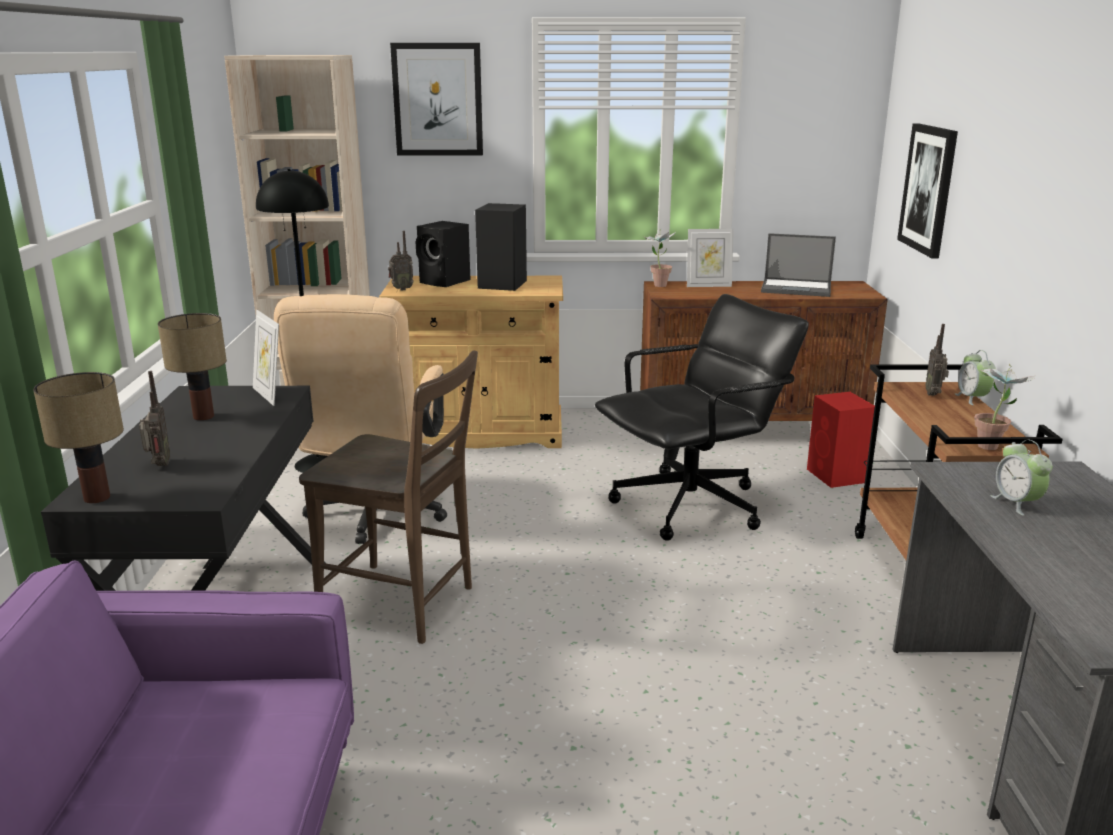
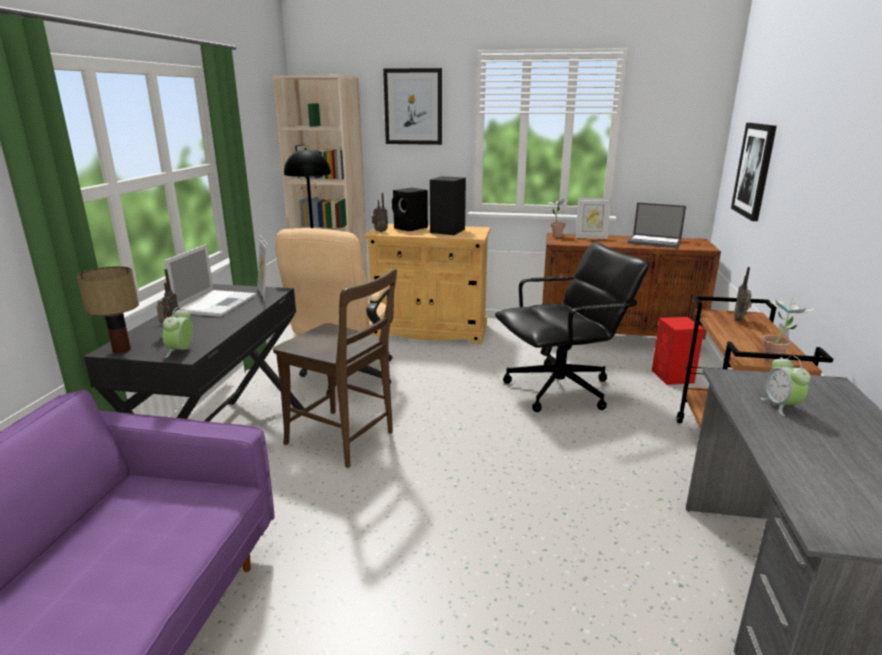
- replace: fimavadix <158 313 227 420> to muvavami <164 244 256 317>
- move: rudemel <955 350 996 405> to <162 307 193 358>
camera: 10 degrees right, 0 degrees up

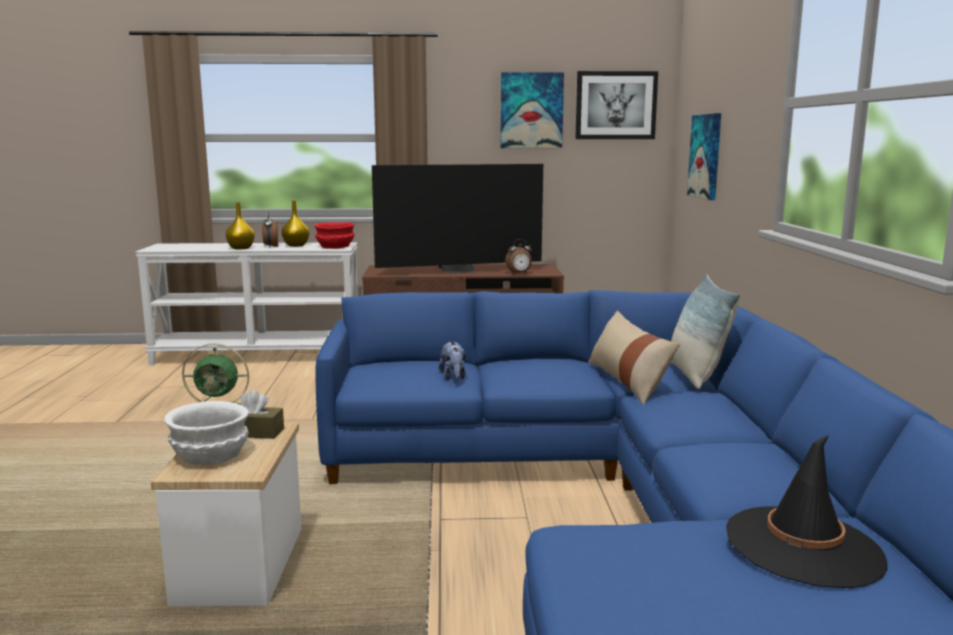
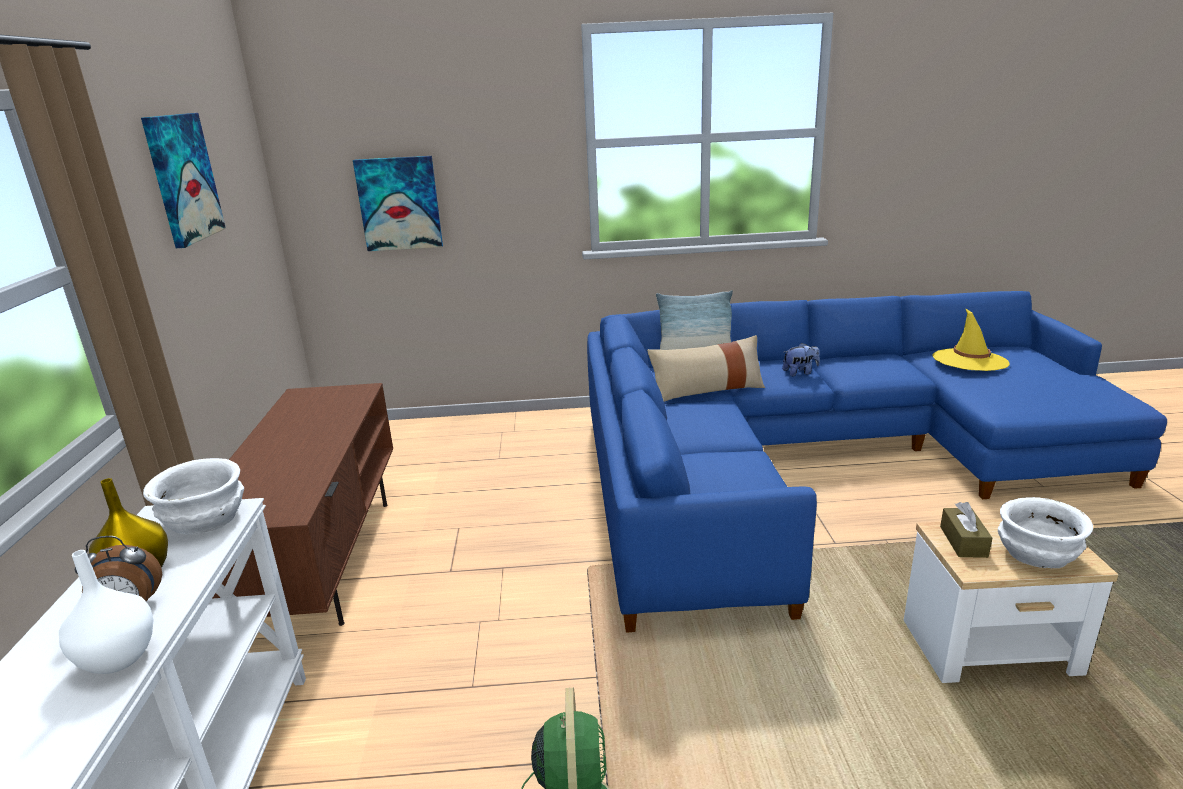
- delete: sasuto <575 71 658 139>
- delete: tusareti <372 164 543 273>
- recolor: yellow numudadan <225 202 255 249> to white numudadan <59 550 154 674>
- recolor: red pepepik <314 222 355 249> to white pepepik <143 458 244 535>
- delete: rudemel <505 239 532 274>
- move: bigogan <439 341 466 380> to <782 343 820 376>
- recolor: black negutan <726 435 887 588> to yellow negutan <932 308 1010 371>
camera: 90 degrees left, 10 degrees up

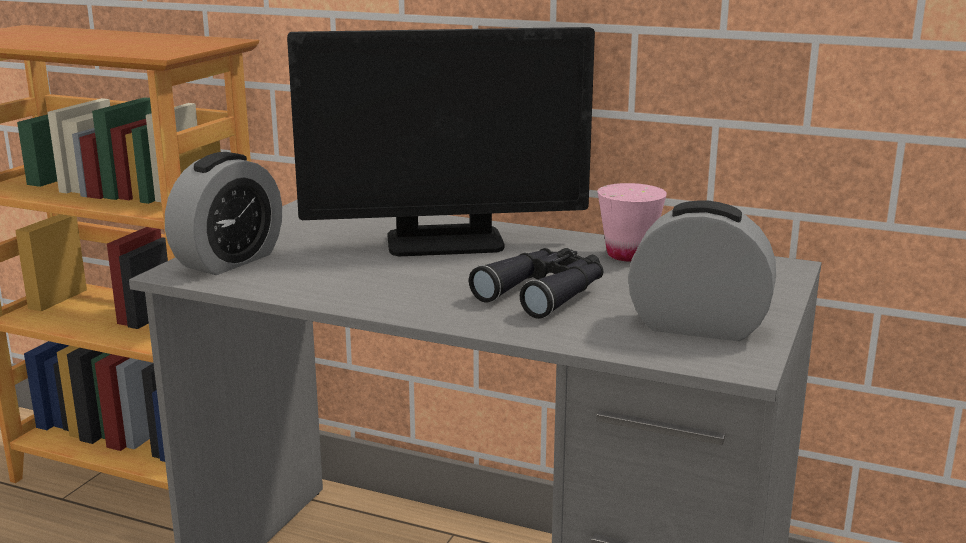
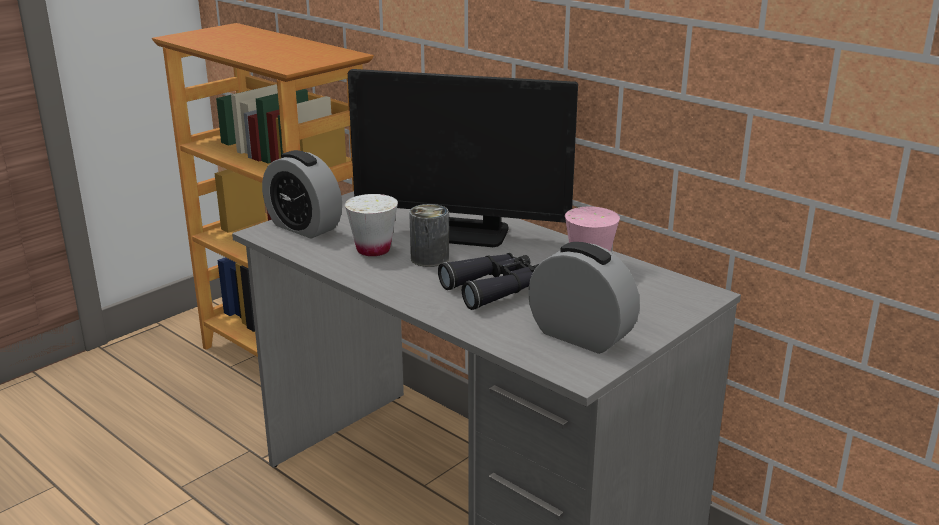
- rotate: rudemel <165 152 282 275> = <262 150 342 239> 75 degrees clockwise
- insert: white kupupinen <345 194 398 256>
- insert: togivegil <409 204 449 267>
camera: 20 degrees right, 5 degrees up

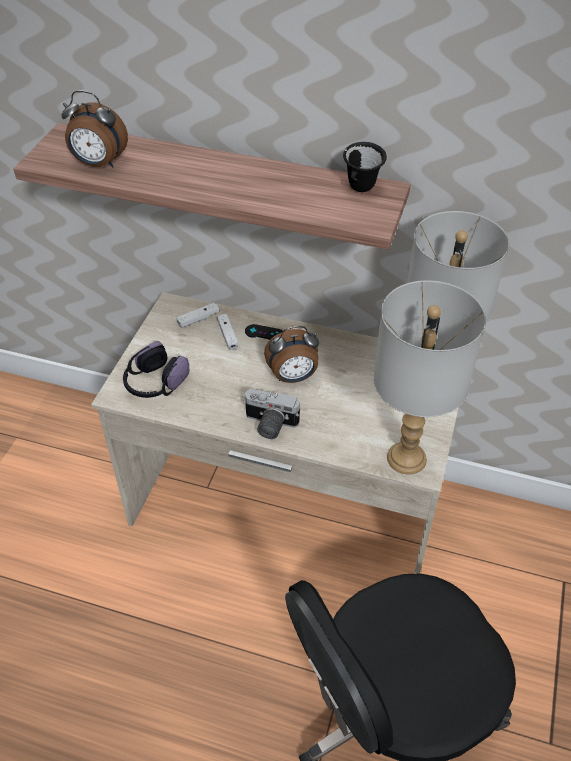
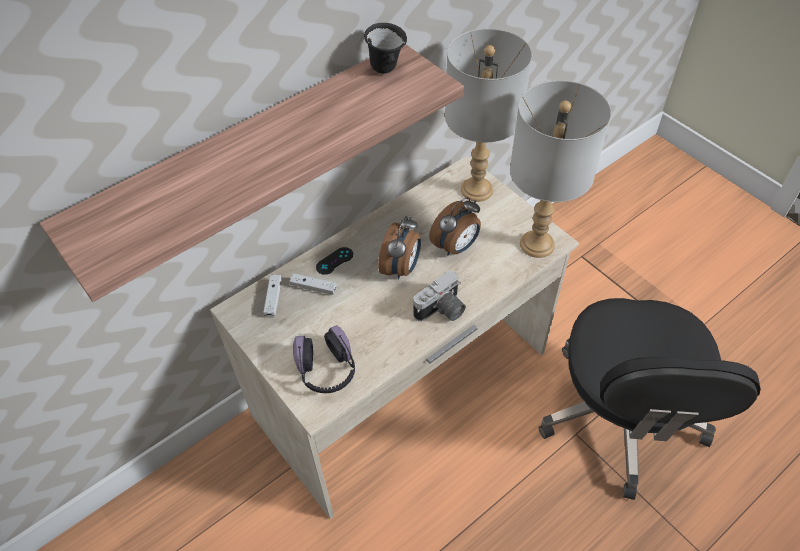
- move: rudemel <61 90 128 168> to <429 197 481 255>
camera: 55 degrees left, 5 degrees up

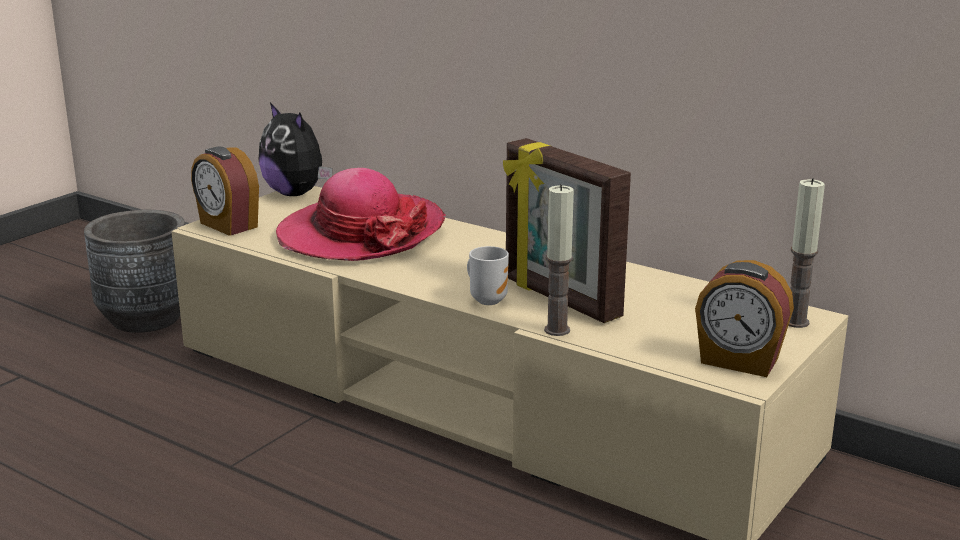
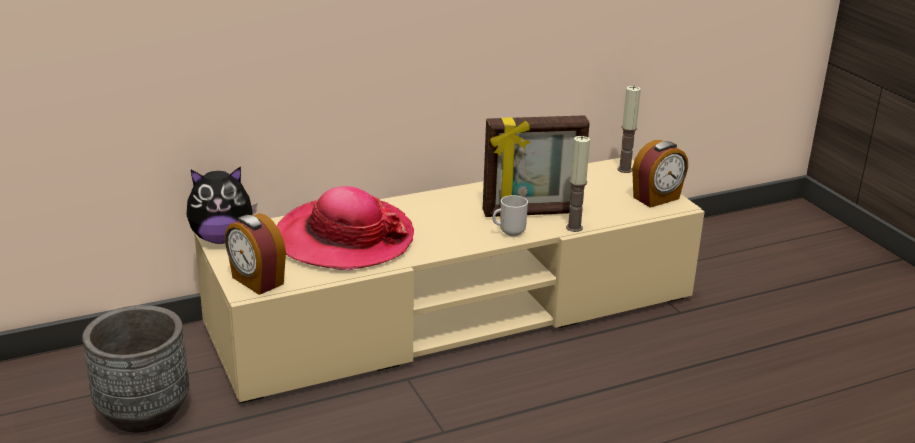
- rotate: rudemel <191 147 259 236> = <225 213 286 295> 60 degrees clockwise
camera: 60 degrees left, 5 degrees up

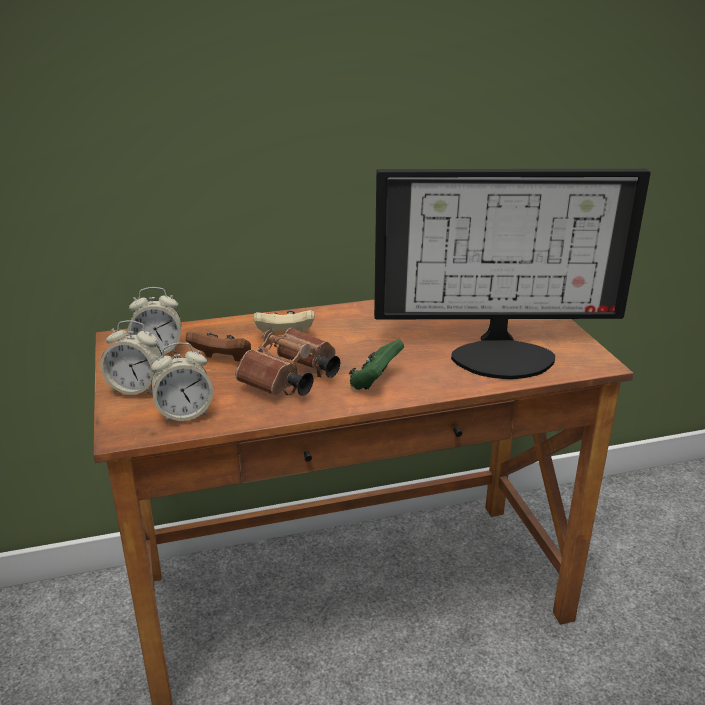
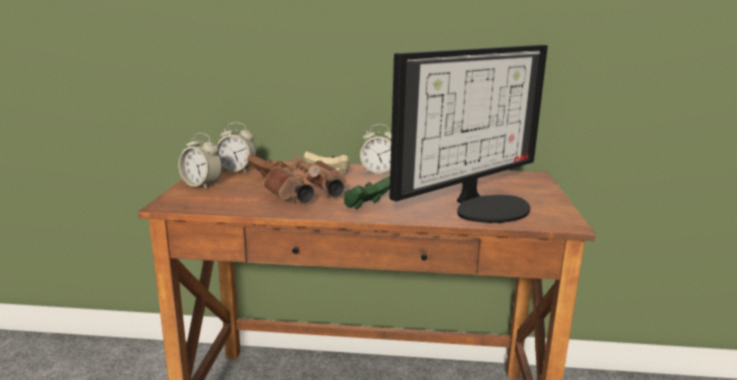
- rotate: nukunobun <374 169 651 379> = <389 45 548 223> 60 degrees counterclockwise
- move: rudemel <151 343 213 423> to <360 124 391 174>
camera: 20 degrees right, 10 degrees down

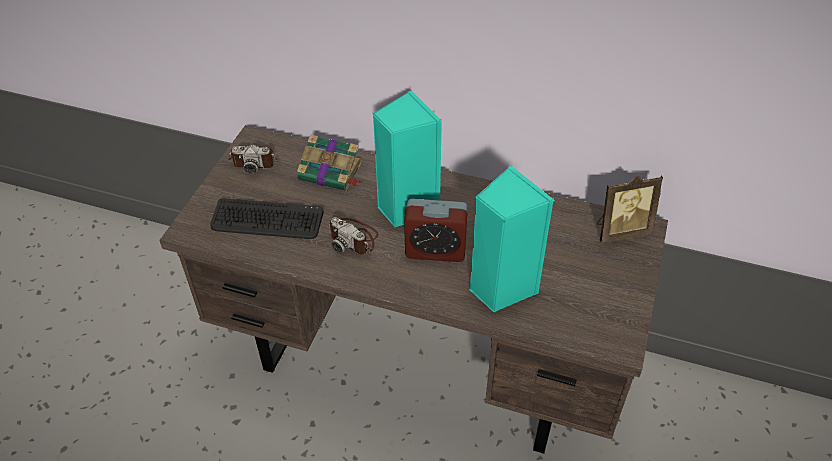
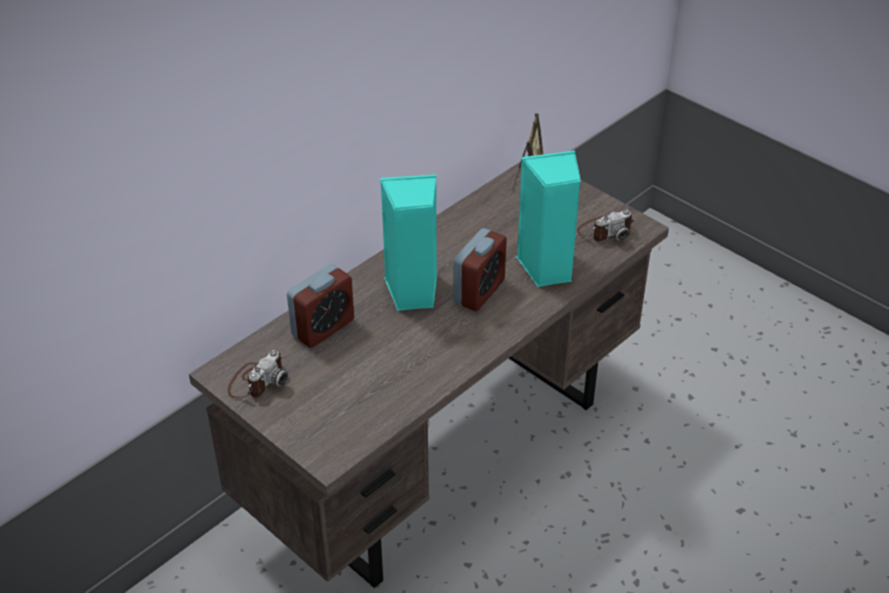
- replace: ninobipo <297 134 362 191> to rudemel <287 264 354 348>
- delete: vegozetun <211 198 324 239>
- move: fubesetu <328 217 379 254> to <577 210 634 241>
camera: 65 degrees left, 5 degrees down

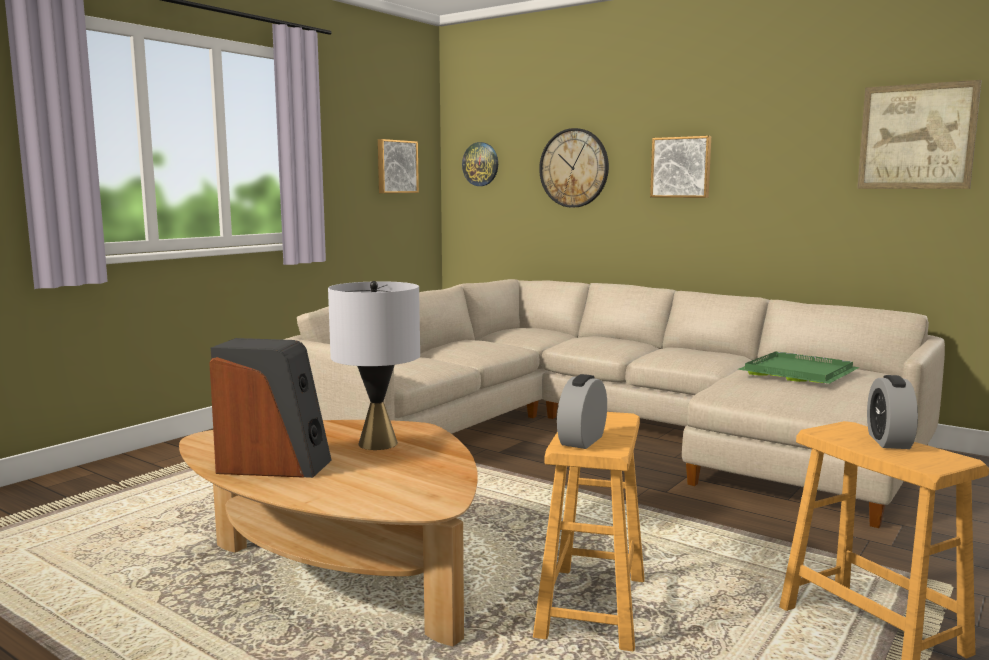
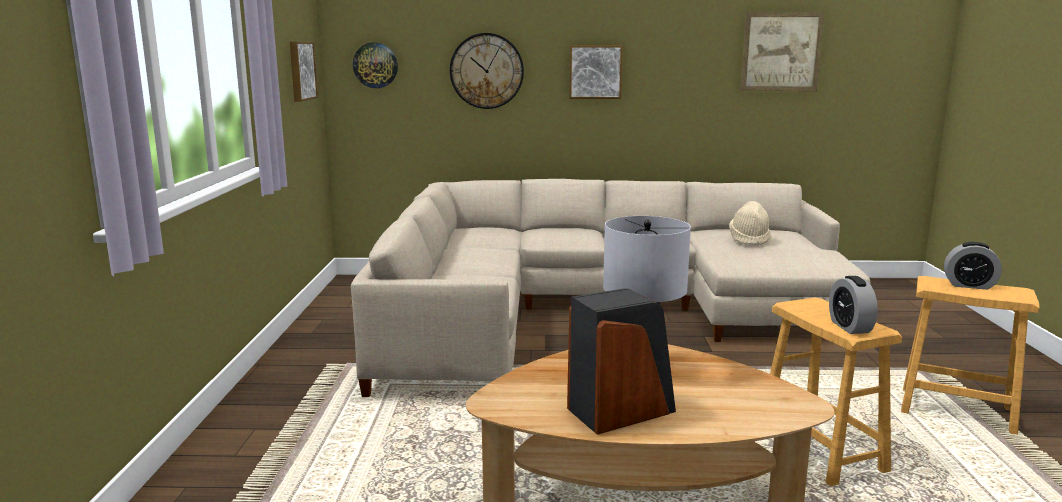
- replace: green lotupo <738 351 860 384> to beige negutan <729 201 771 246>
- rotate: rudemel <867 375 918 449> = <944 242 1002 290> 45 degrees counterclockwise
camera: 35 degrees left, 5 degrees up

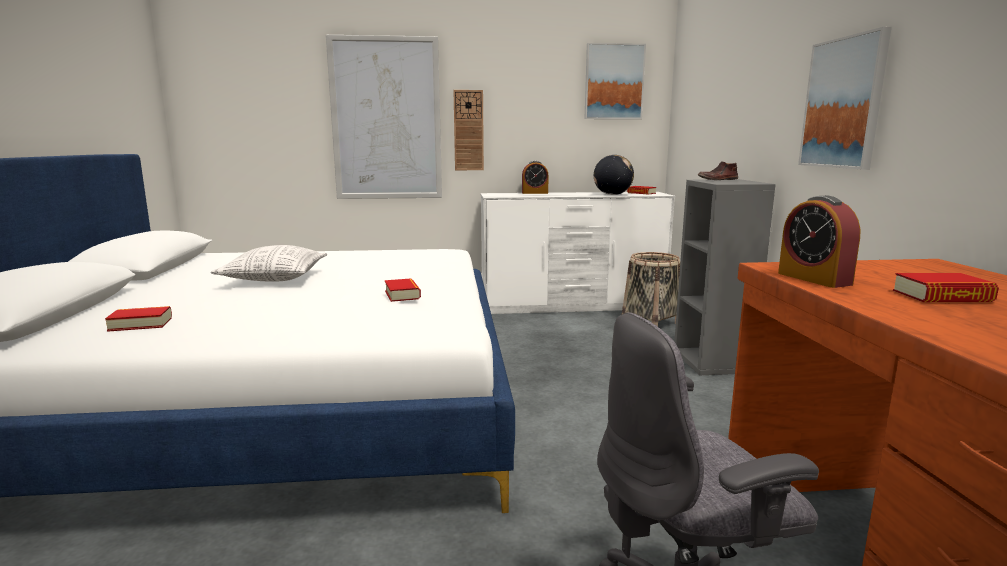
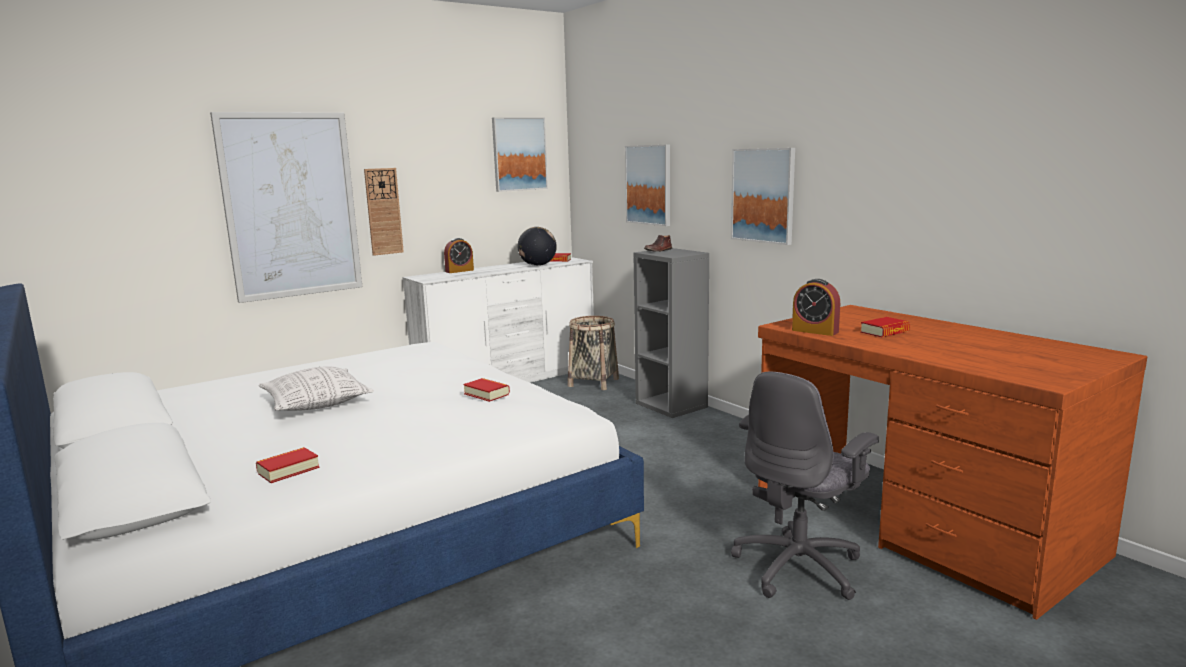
- insert: sasuto <625 145 670 226>
camera: 30 degrees left, 0 degrees up

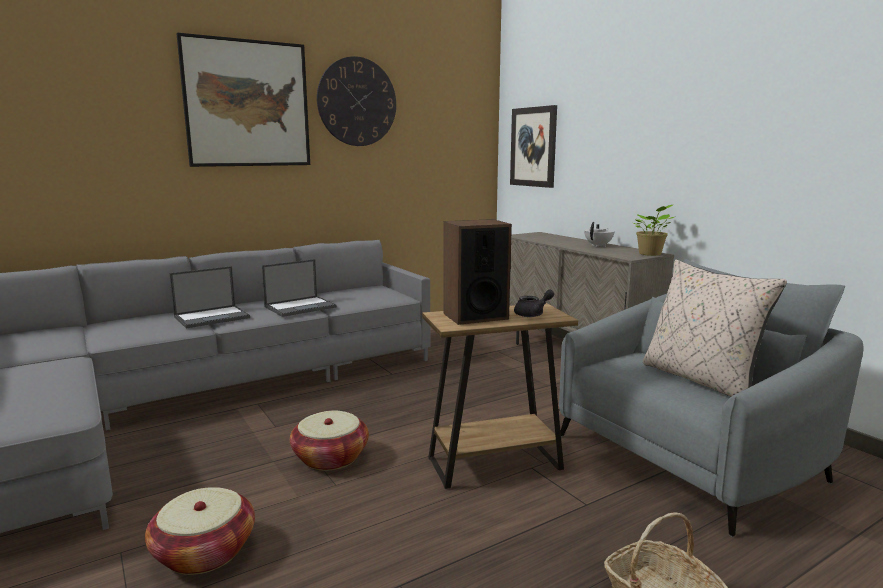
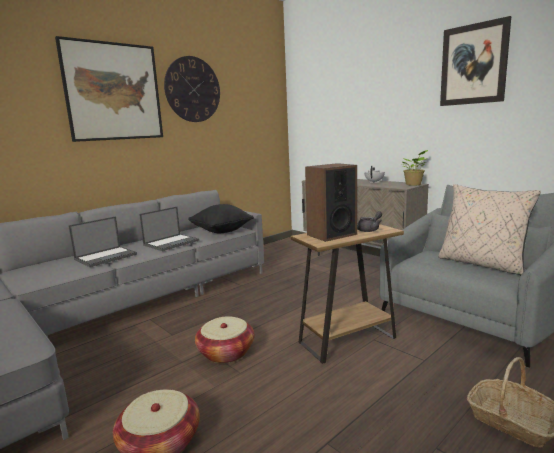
- move: sasuto <510 105 557 188> to <440 16 511 106>
- insert: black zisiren <188 204 254 233>
camera: 10 degrees left, 0 degrees up

